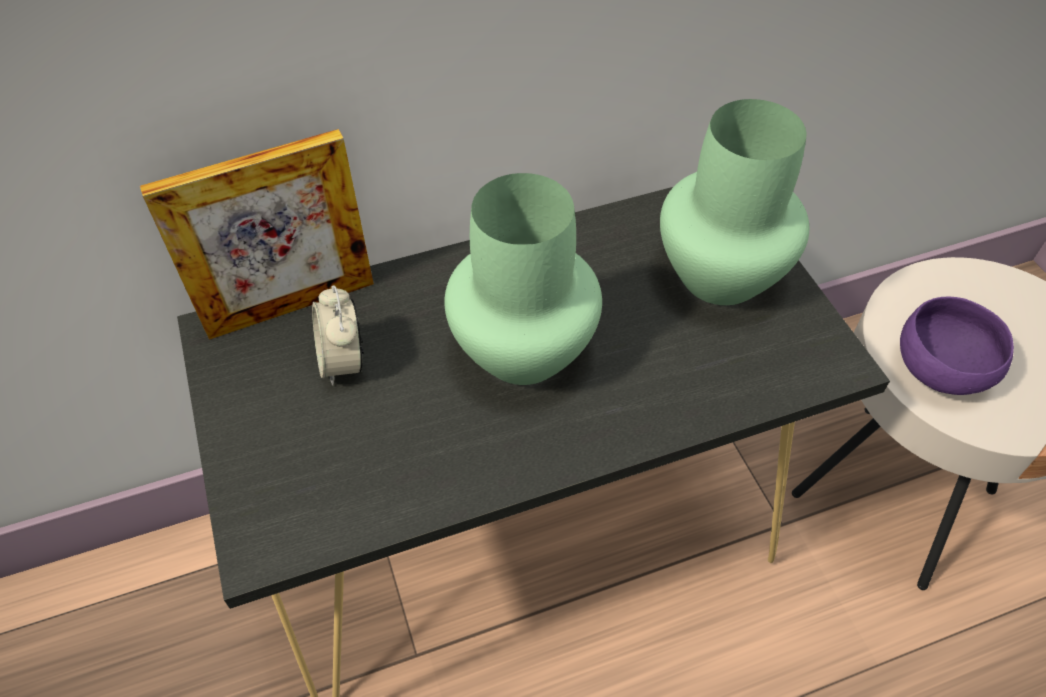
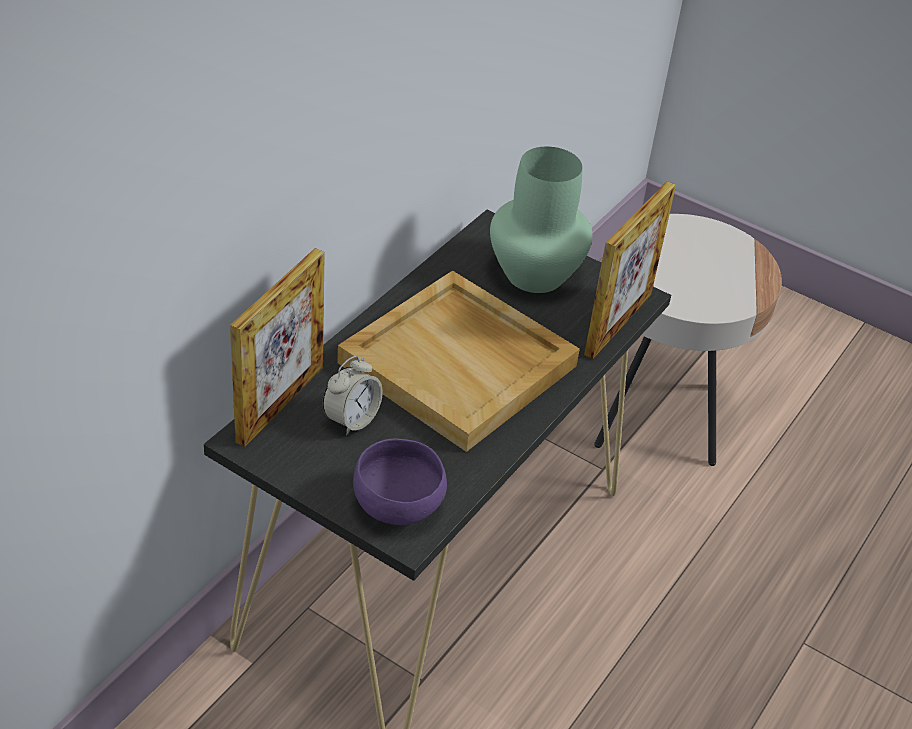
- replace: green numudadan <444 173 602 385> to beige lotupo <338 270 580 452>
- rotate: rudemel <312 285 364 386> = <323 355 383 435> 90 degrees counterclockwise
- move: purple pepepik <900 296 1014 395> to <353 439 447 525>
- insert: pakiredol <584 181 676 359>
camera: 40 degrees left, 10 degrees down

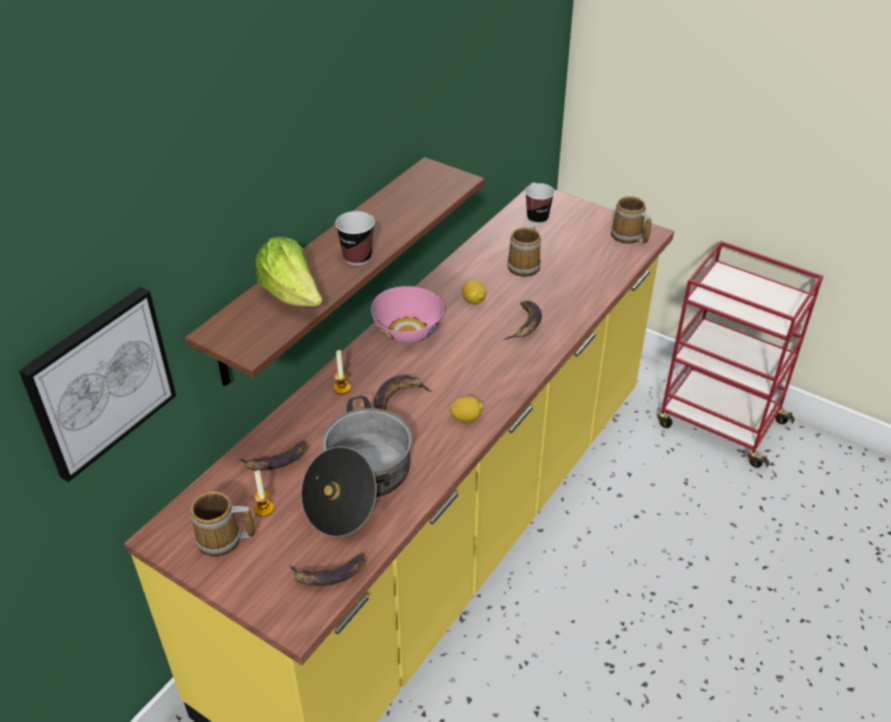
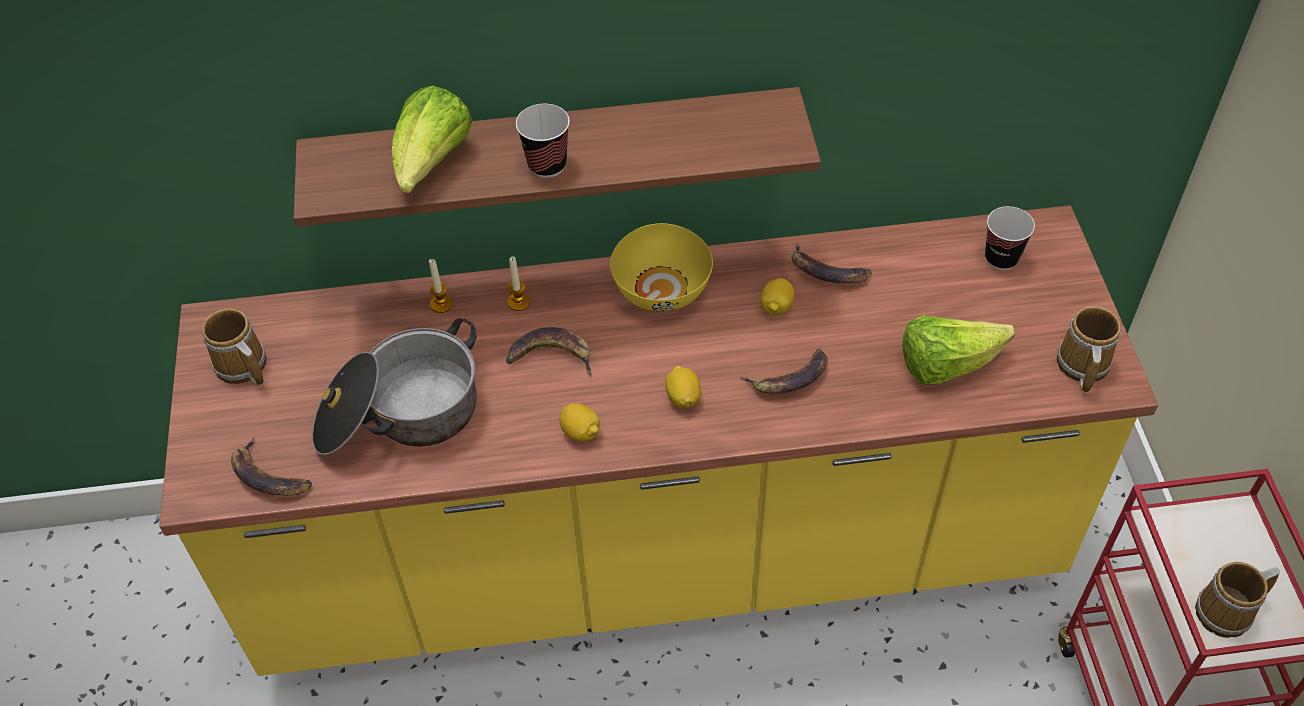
- move: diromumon <507 223 541 277> to <1195 562 1280 638>
- recolor: pink pepepik <371 286 444 343> to yellow pepepik <610 223 713 311>
- delete: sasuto <18 287 176 482>
- move: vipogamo <239 440 308 471> to <792 244 871 284>
- move: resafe <254 470 274 517> to <429 259 453 313>
- insert: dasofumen <902 315 1015 385>
- insert: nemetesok <665 366 701 408>
camera: 50 degrees right, 10 degrees up

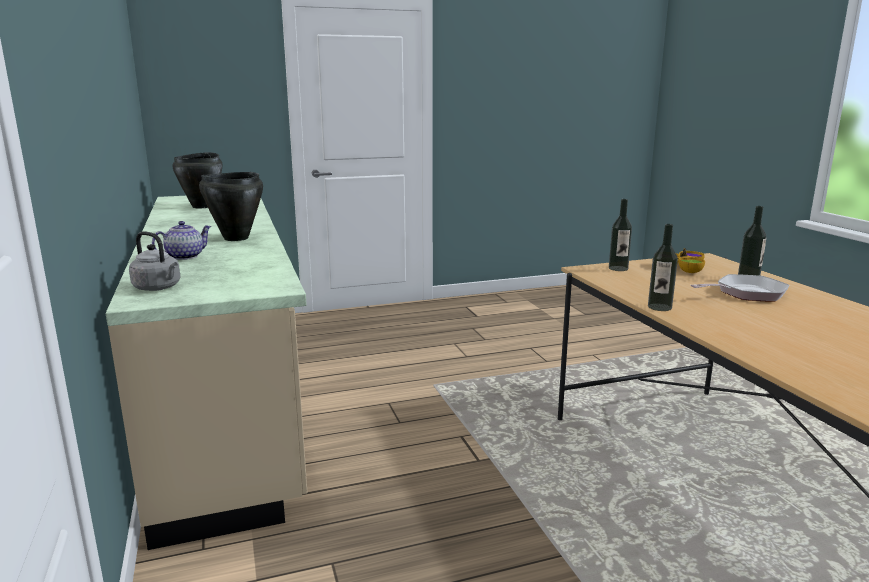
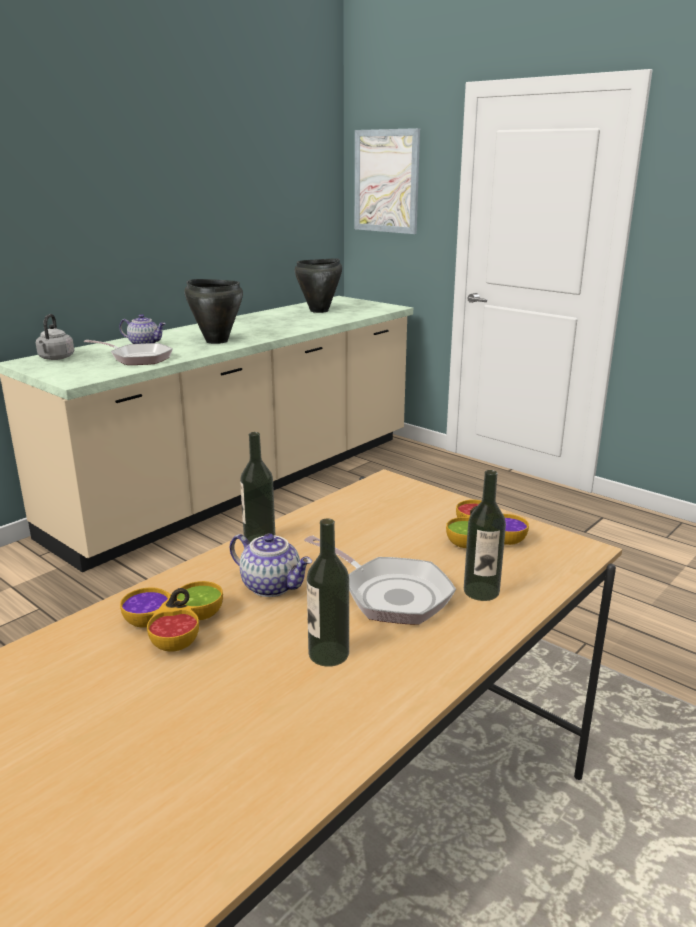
- move: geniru <609 199 632 271> to <307 518 349 667>
- insert: sasuto <355 128 420 234>
- insert: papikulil <84 340 173 365>
- insert: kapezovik <230 533 312 597>
- insert: pepepik <120 581 223 652>
camera: 60 degrees right, 5 degrees up

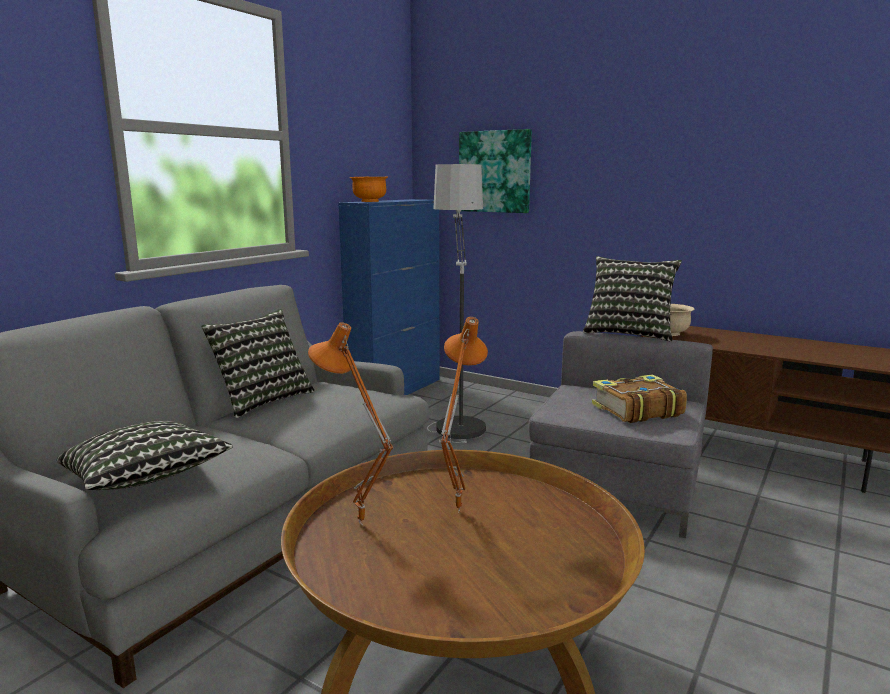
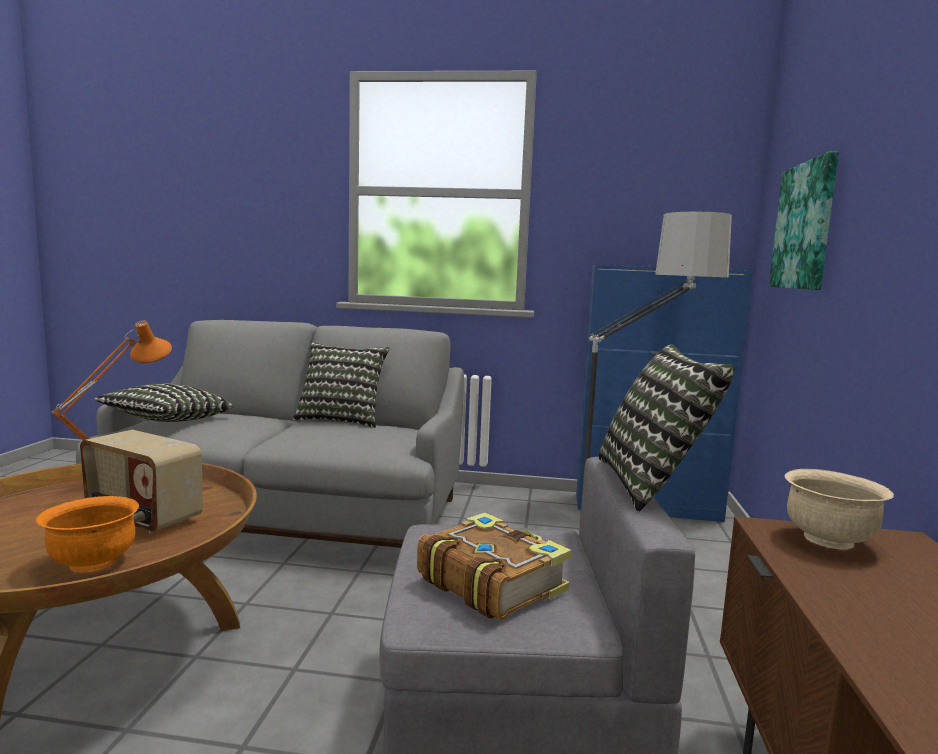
- move: orange pepepik <350 177 388 202> to <36 496 139 573>
- replace: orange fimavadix <439 317 488 513> to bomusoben <80 430 203 534>
camera: 65 degrees right, 5 degrees down

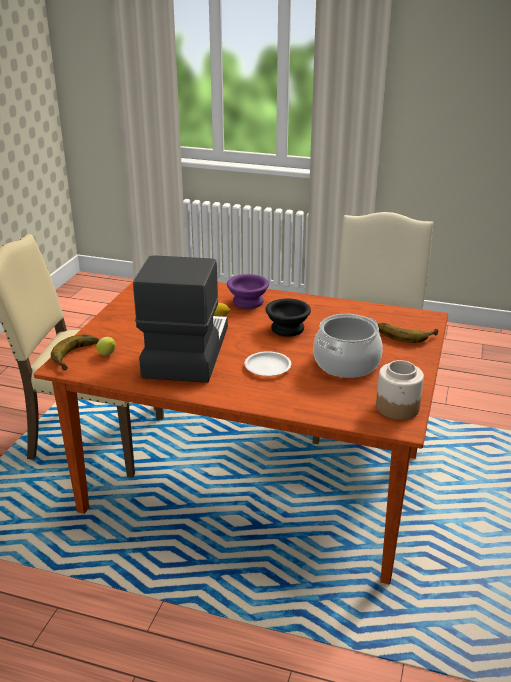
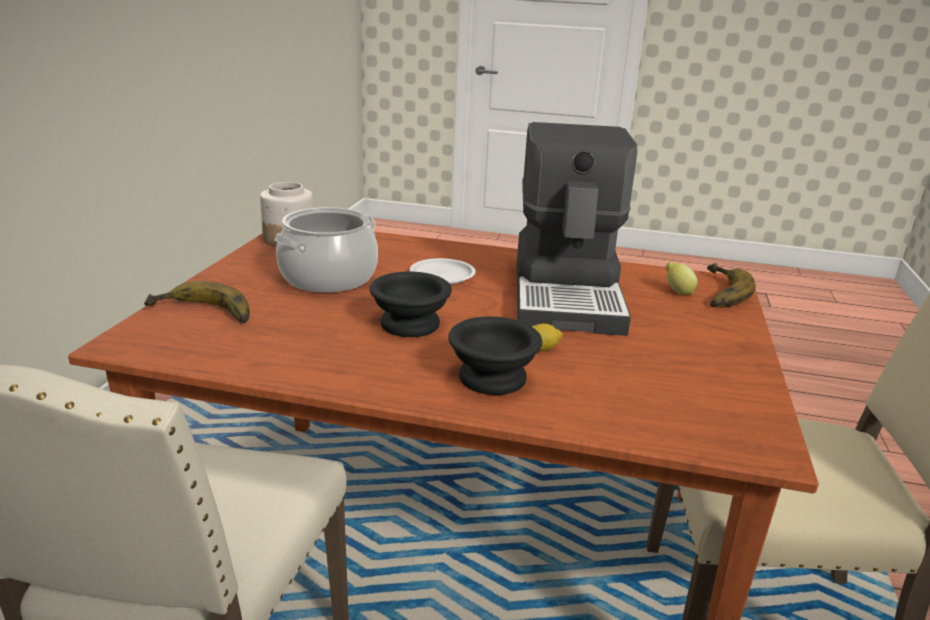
- recolor: purple pepepik <227 274 269 309> to black pepepik <448 316 542 395>
camera: 175 degrees right, 5 degrees down

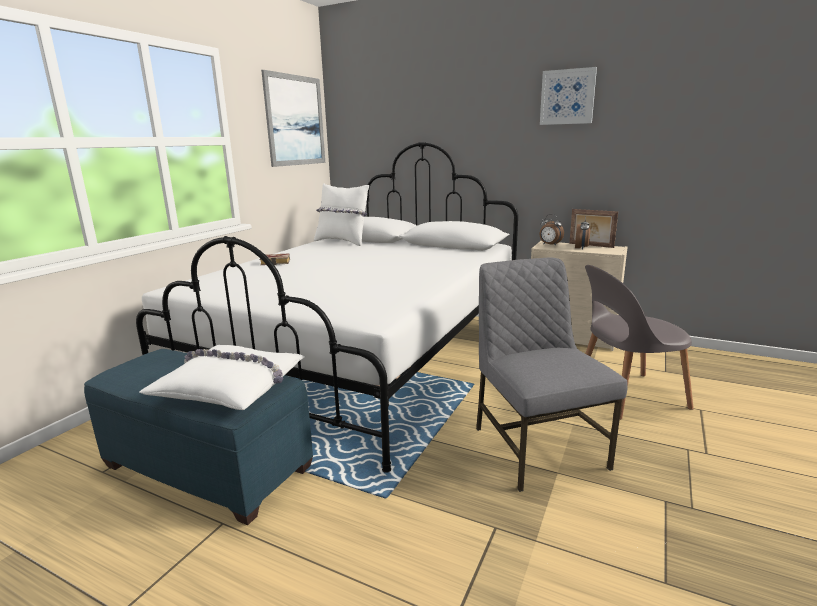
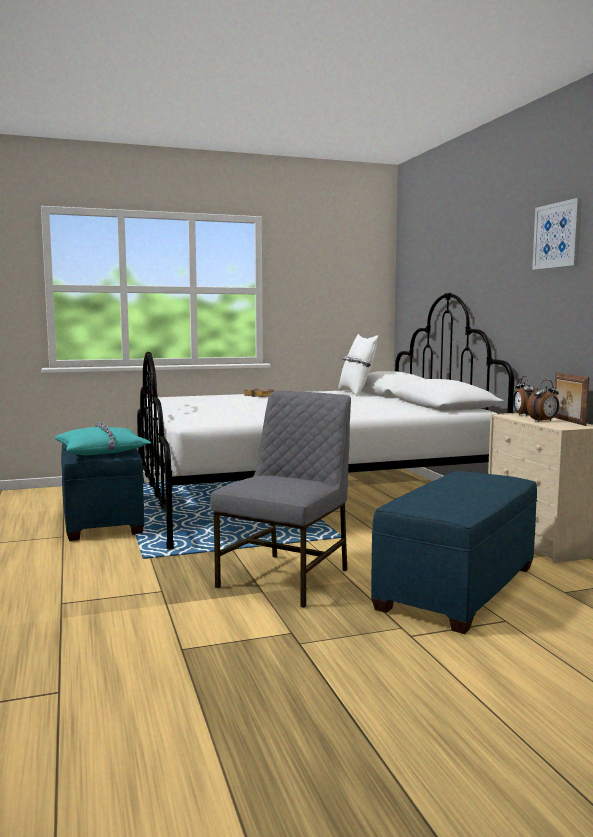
- delete: sasuto <261 70 325 167>
- replace: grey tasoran <585 265 694 420> to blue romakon <371 471 538 634>
- recolor: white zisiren <139 345 305 410> to turquoise zisiren <54 422 151 455>
camera: 45 degrees right, 10 degrees down

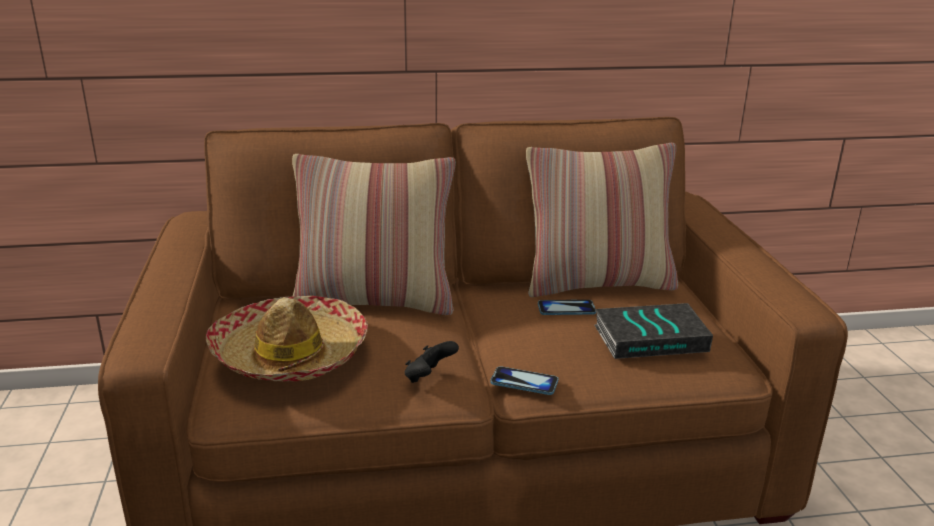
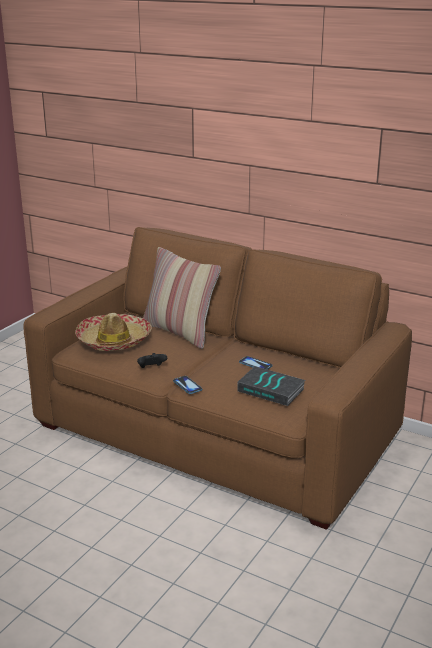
- delete: zisiren <526 143 679 297>
camera: 40 degrees right, 0 degrees up

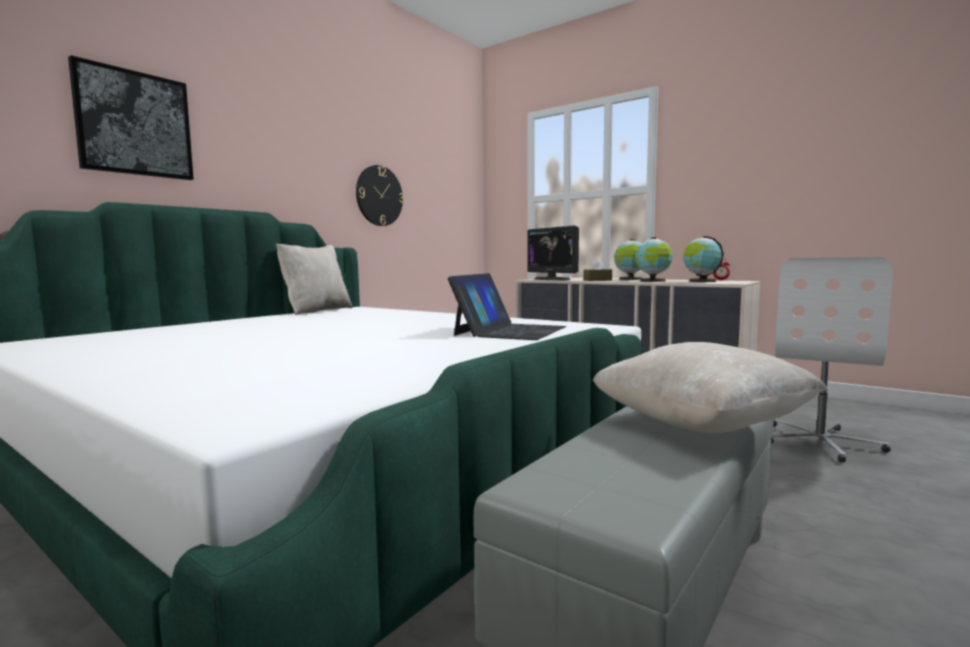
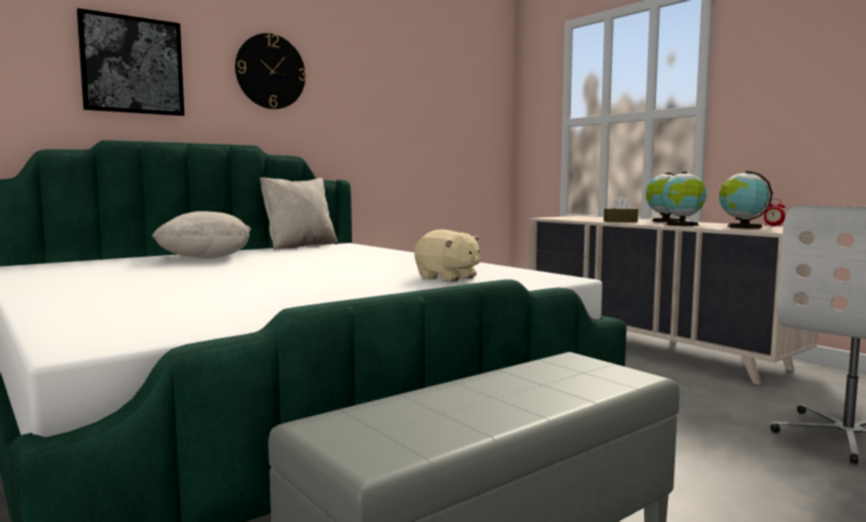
- move: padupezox <356 165 404 226> to <235 33 306 109>
- delete: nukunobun <528 225 579 280>
- replace: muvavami <448 273 566 340> to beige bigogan <414 229 480 282>
- move: beige zisiren <593 342 828 433> to <152 211 251 259>
camera: 15 degrees right, 0 degrees up

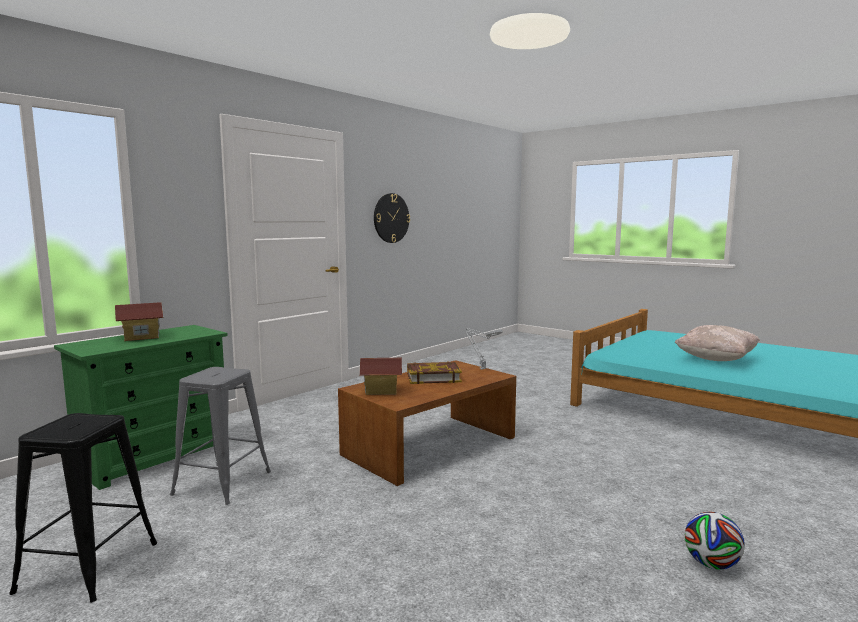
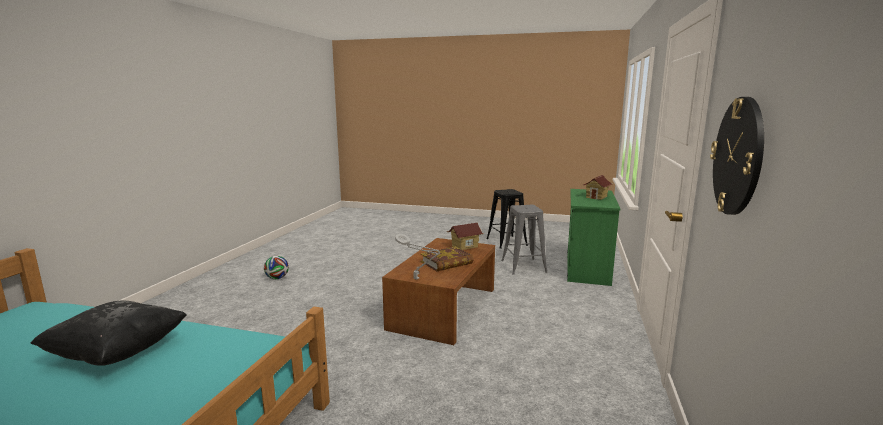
- recolor: beige zisiren <675 325 760 361> to black zisiren <31 301 187 366>
camera: 155 degrees right, 5 degrees up

